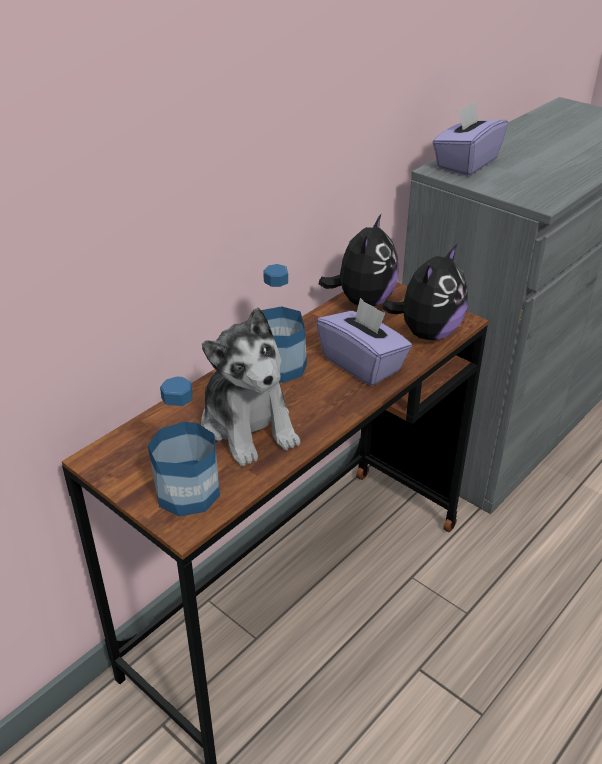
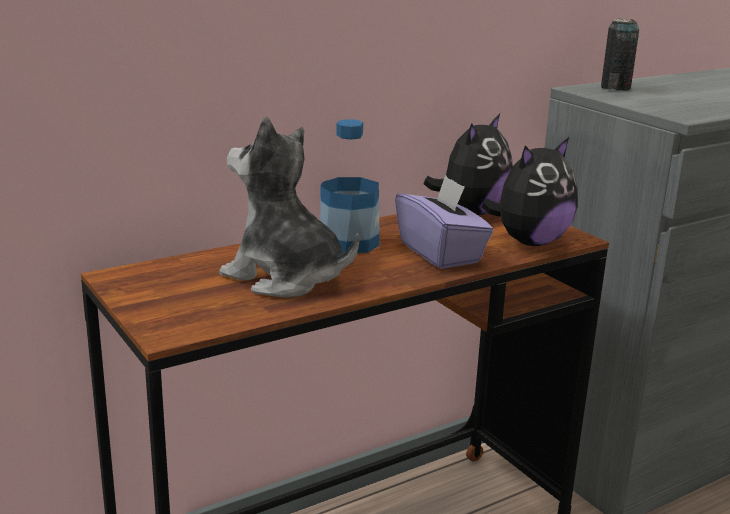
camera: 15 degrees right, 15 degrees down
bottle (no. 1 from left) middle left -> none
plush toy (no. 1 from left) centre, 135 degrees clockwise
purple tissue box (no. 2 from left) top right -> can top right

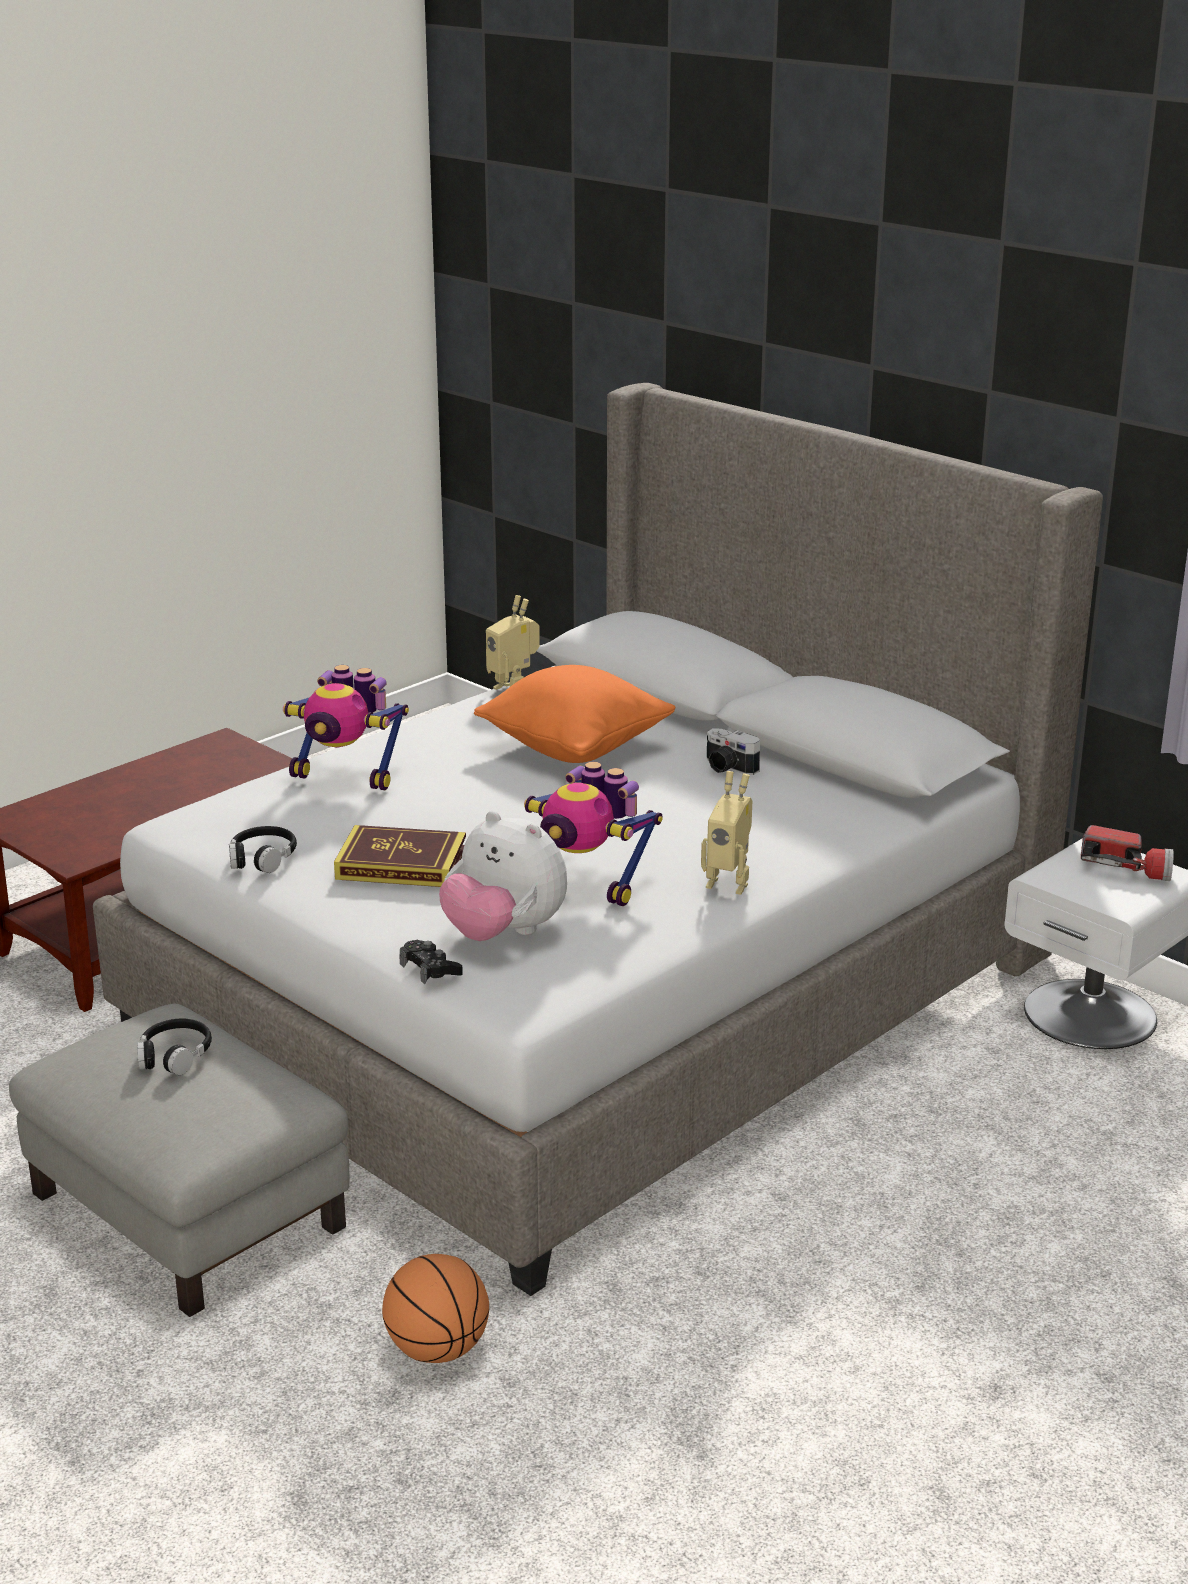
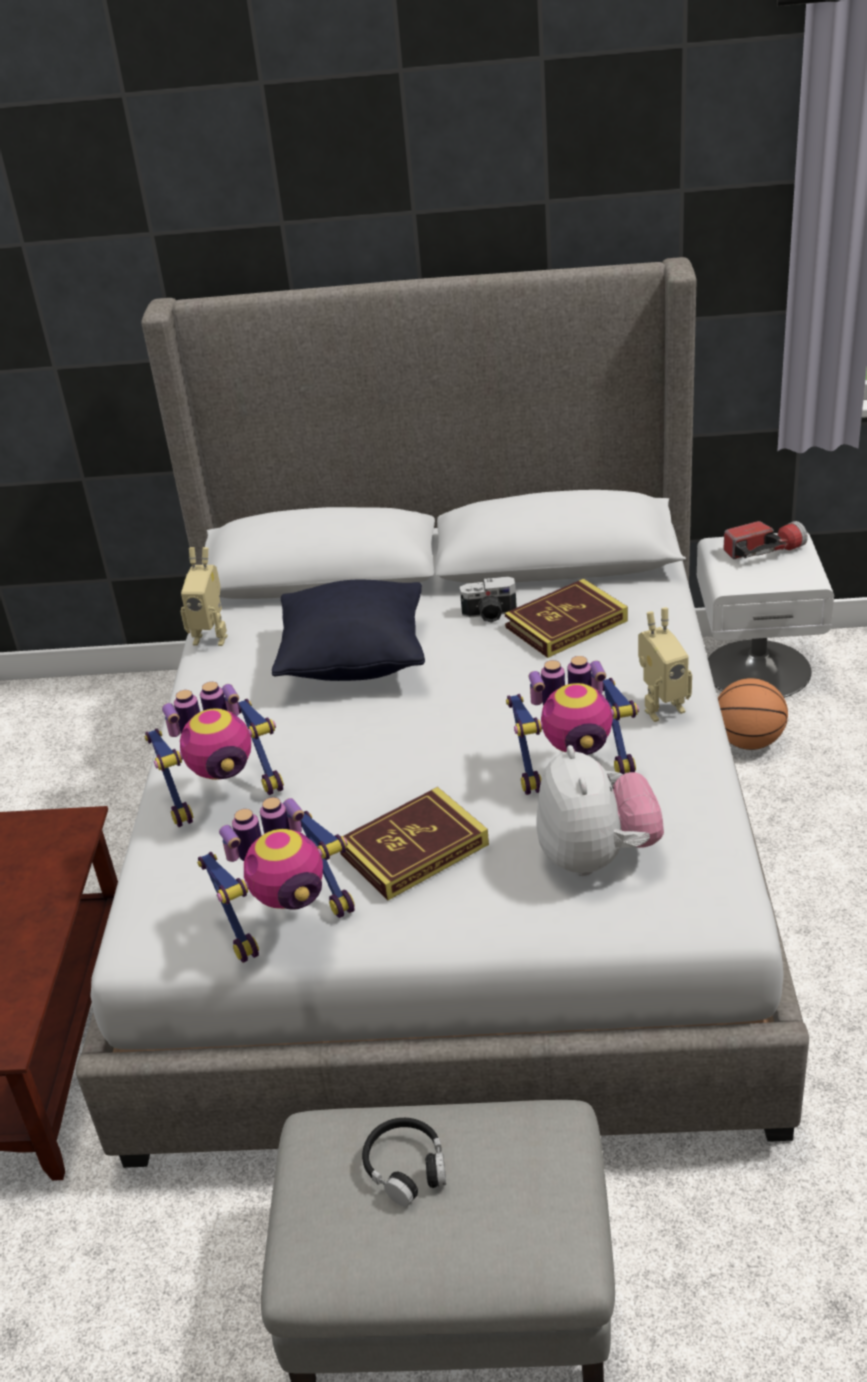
camera: 40 degrees left, 10 degrees up
black headphones (no. 2 from left) middle left -> toy robot (no. 3 from left) middle left
basketball bottom centre -> basketball middle right, shifted
black game controller centre -> none
plush toy centre -> plush toy middle right, 90 degrees counterclockwise
orange pillow centre -> black pillow centre
none -> book (no. 2 from left) centre

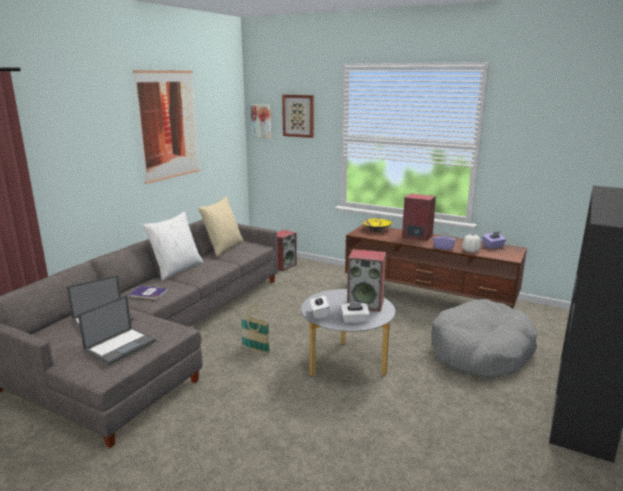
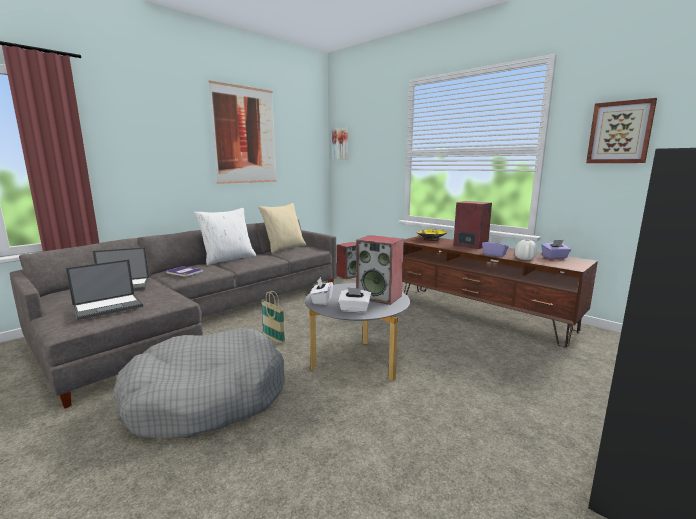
camera: 15 degrees right, 5 degrees down
picture (no. 3 from left) top centre -> picture (no. 3 from left) top right, shifted
grey dog bed bottom right -> grey dog bed bottom left, shifted

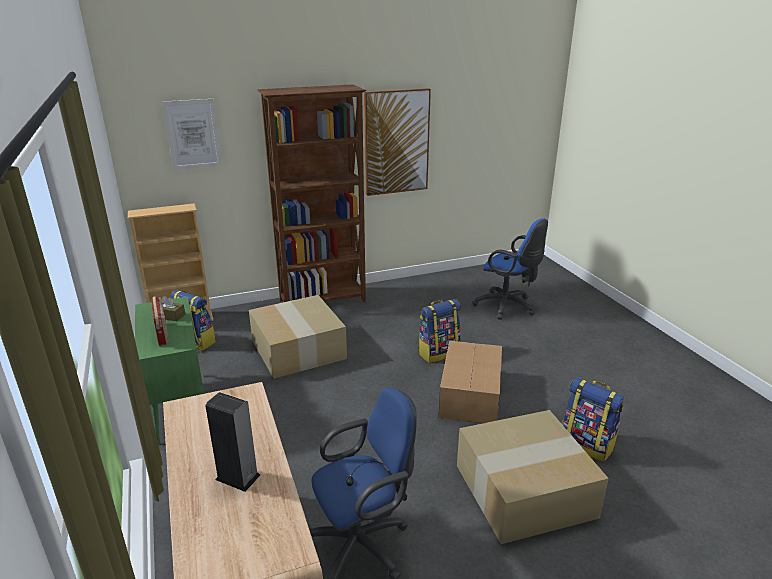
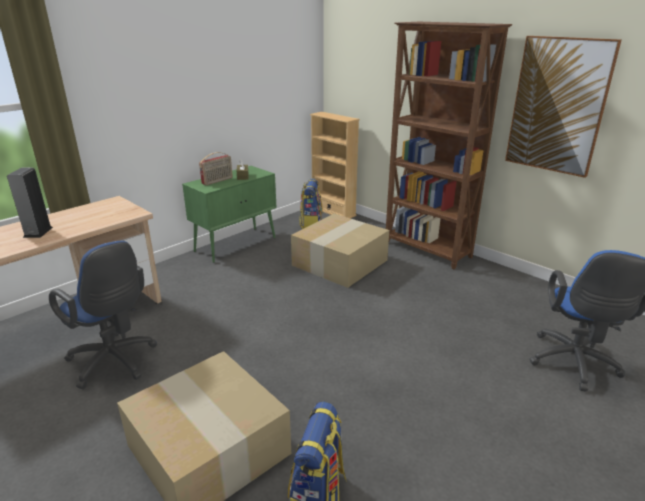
camera: 65 degrees right, 0 degrees up
picture (no. 1 from left) top left -> none
backpack (no. 2 from left) centre -> none
cardboard box (no. 2 from left) centre -> none

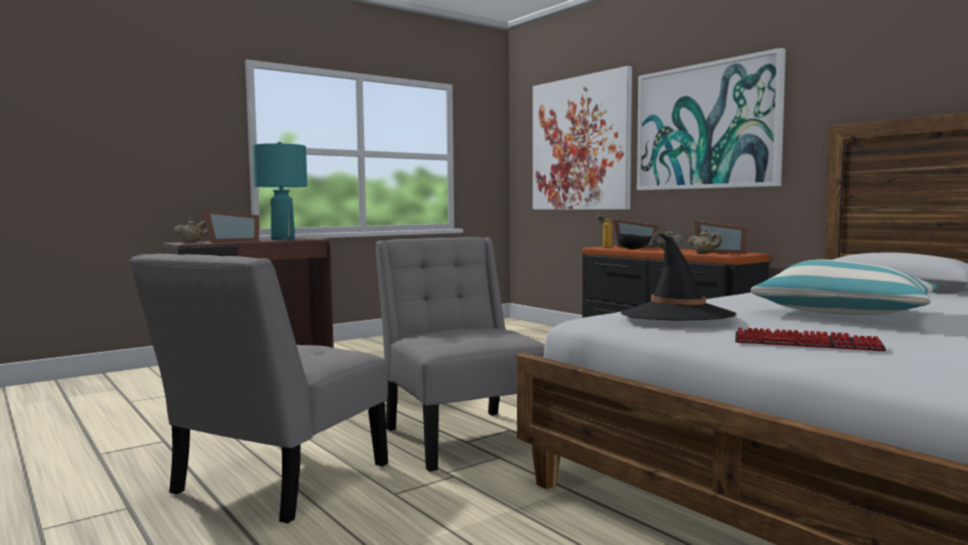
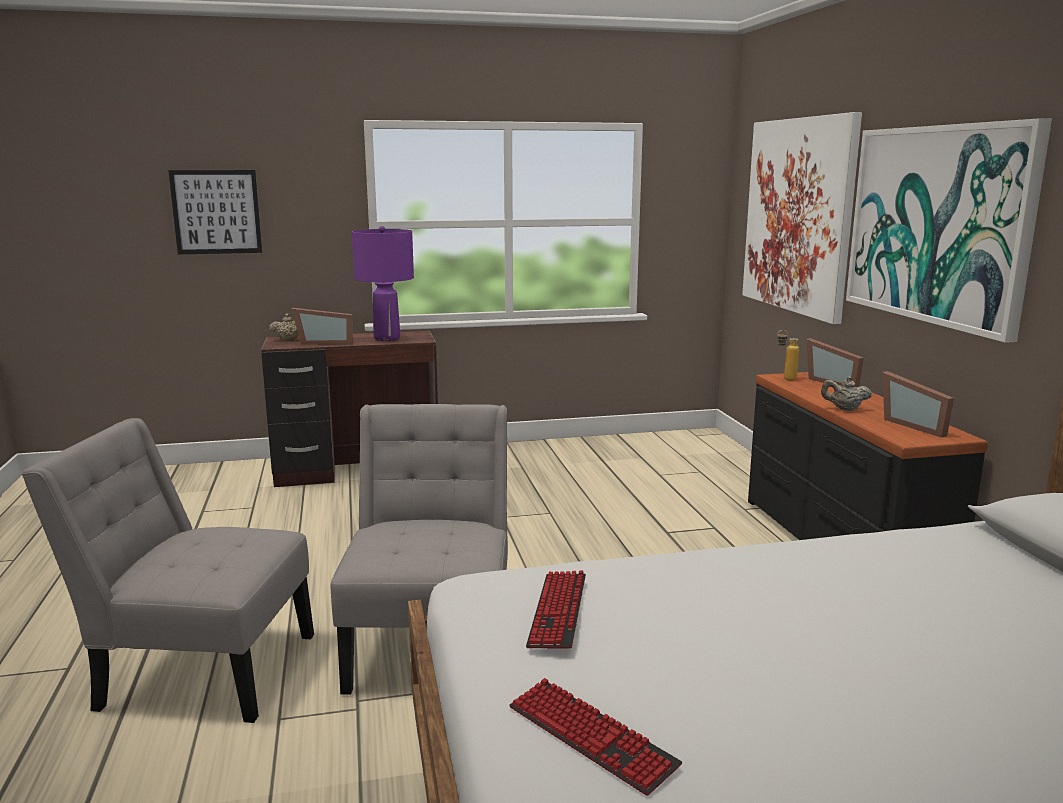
camera: 25 degrees right, 10 degrees up
grey chair (no. 1 from left) bottom left, 45 degrees clockwise
turquoise table lamp middle left -> purple table lamp centre
black bowl centre -> none
black hat middle right -> keyboard (no. 1 from left) bottom centre
beige teapot (no. 3 from left) middle right -> none
pillow middle right -> none
none -> picture (no. 1 from left) top left

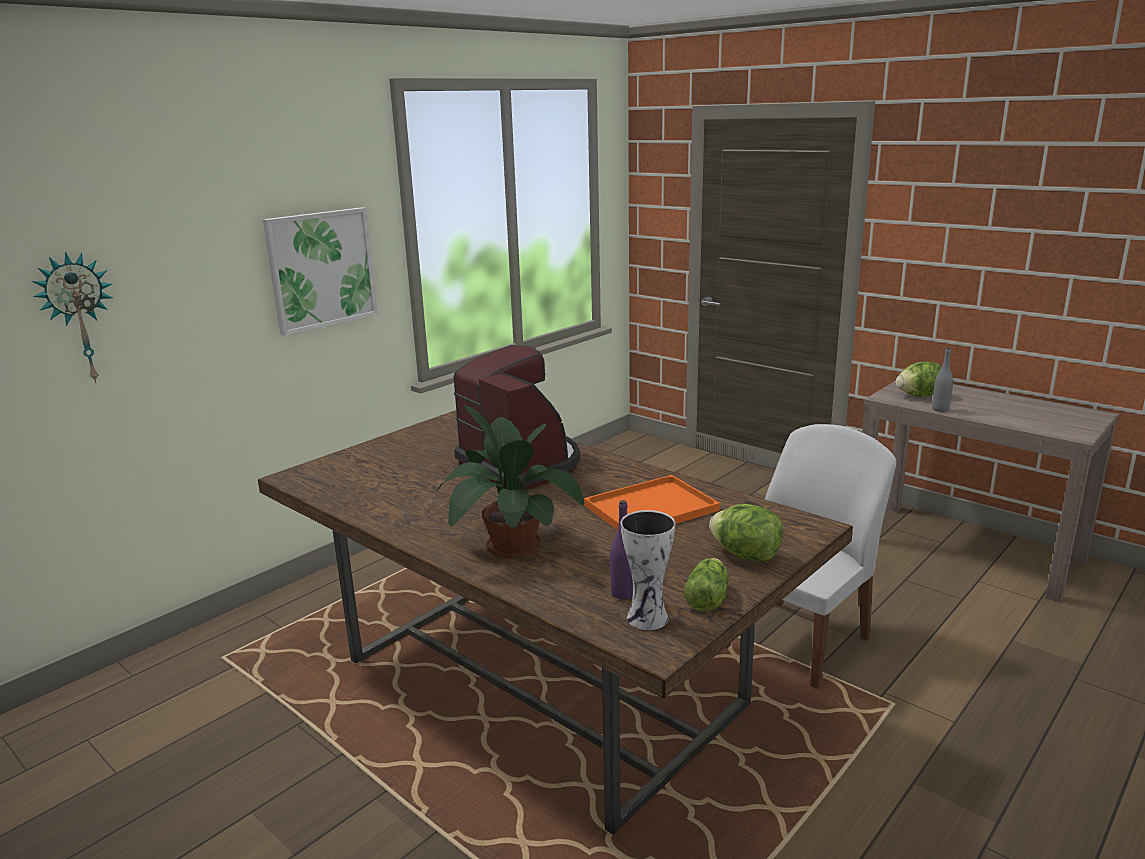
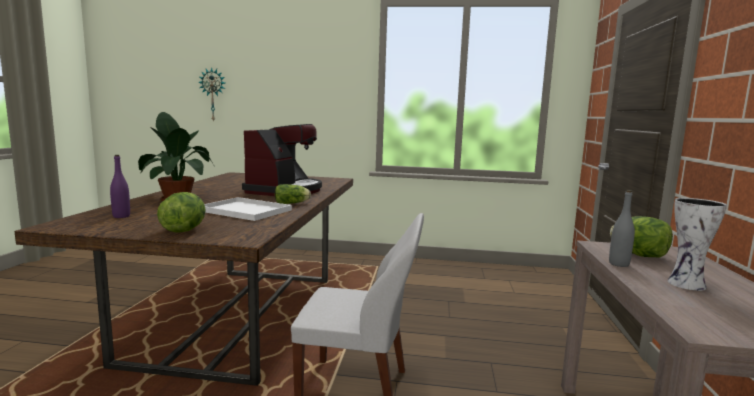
camera: 55 degrees right, 10 degrees down
picture top left -> none
orange tray centre -> white tray middle left
vase centre -> vase middle right, shifted
lettuce (no. 1 from left in the first image) bottom centre -> lettuce (no. 2 from left) centre, shifted

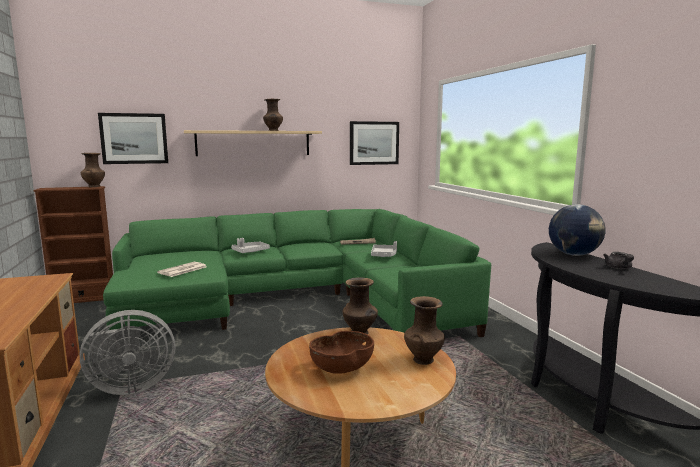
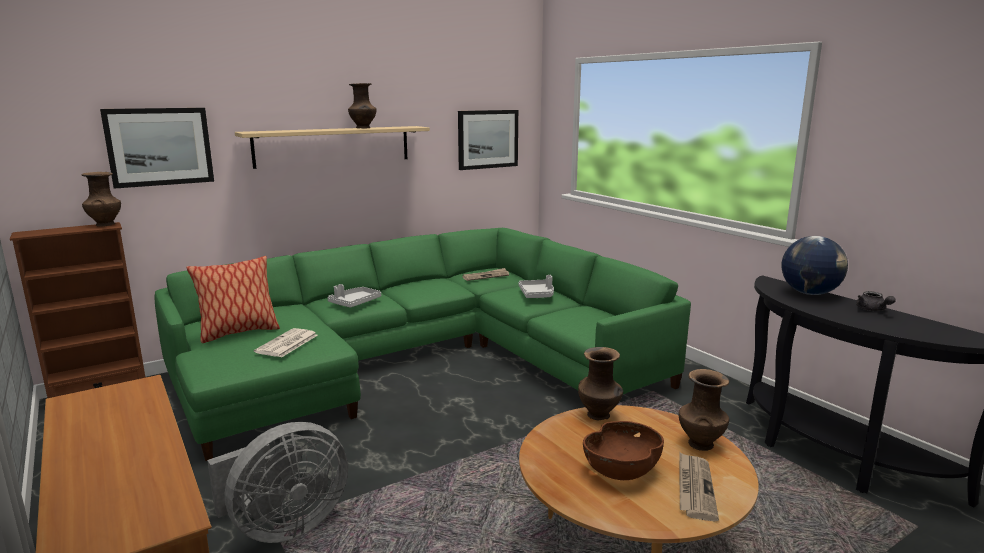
camera: 15 degrees left, 5 degrees up
none -> pillow middle left
none -> newspaper (no. 3 from left) bottom right

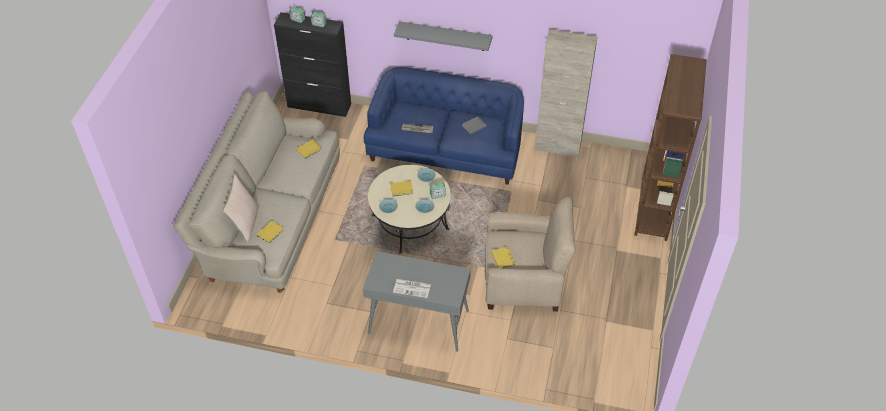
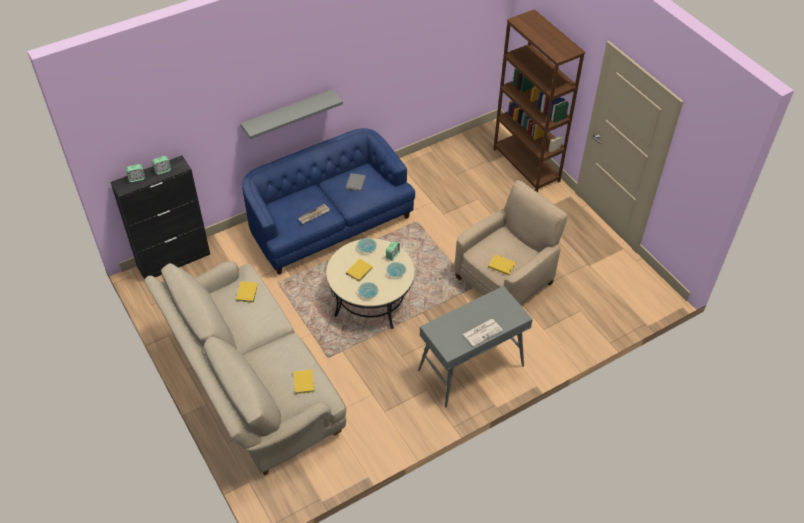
camera: 45 degrees left, 0 degrees up
beige pillow middle left -> none
beige cabinet top centre -> none

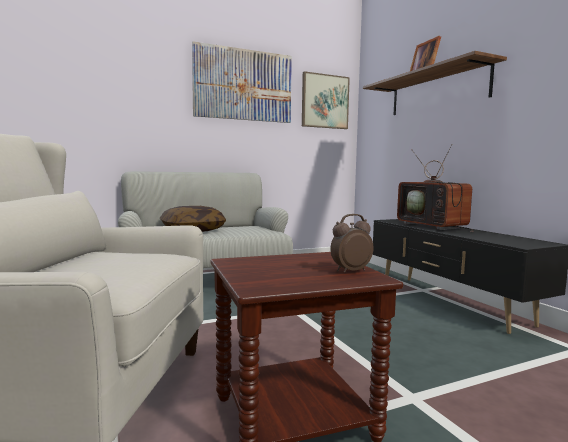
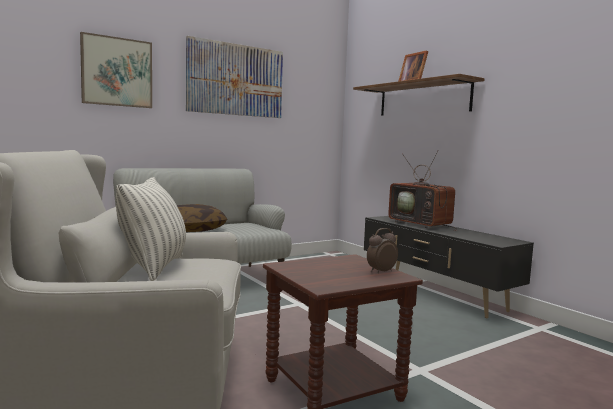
camera: 10 degrees left, 0 degrees up
picture (no. 2 from left in the first image) top centre -> picture (no. 1 from left) top left, shifted
none -> pillow (no. 1 from left) middle left

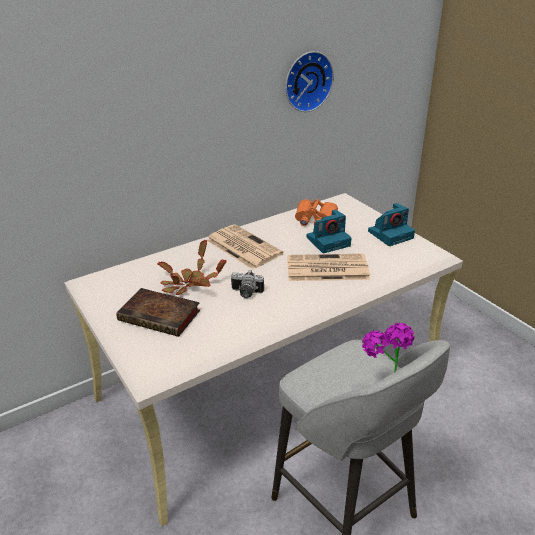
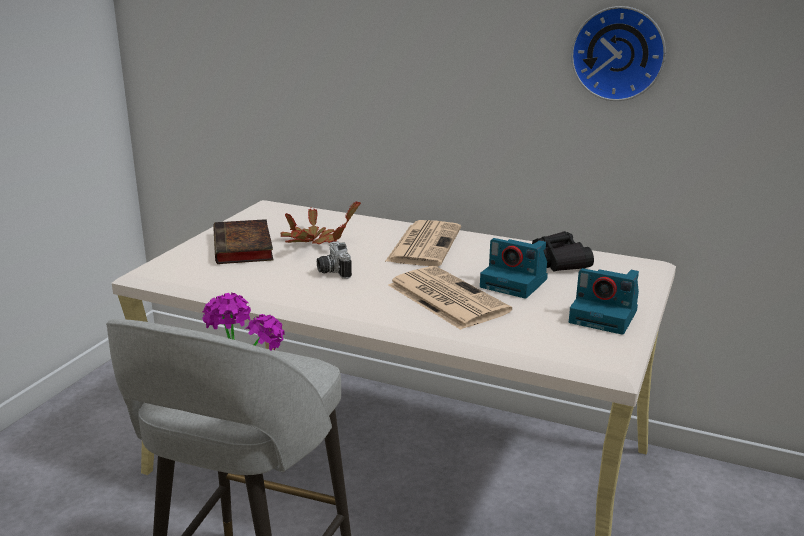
camera: 55 degrees right, 10 degrees down
orange binoculars centre -> black binoculars middle right

